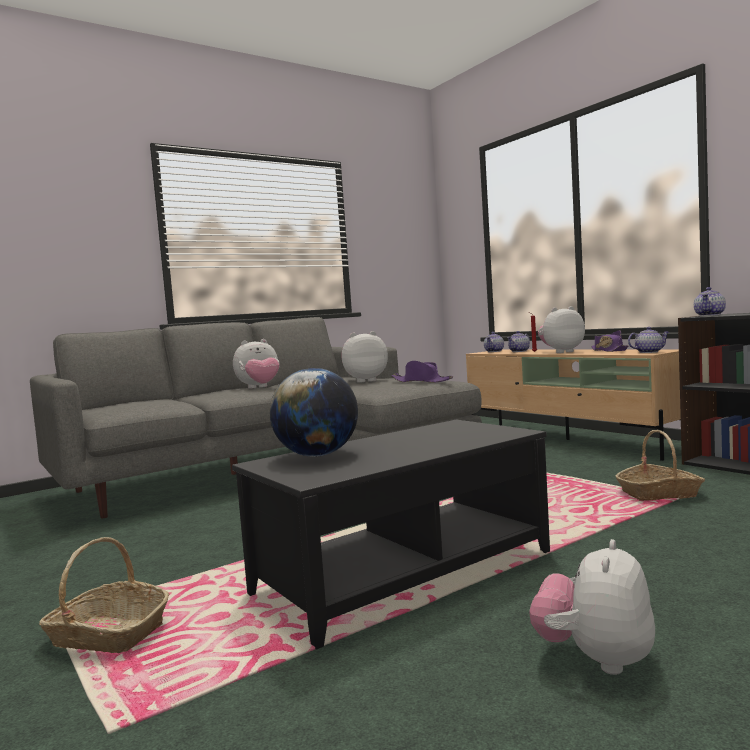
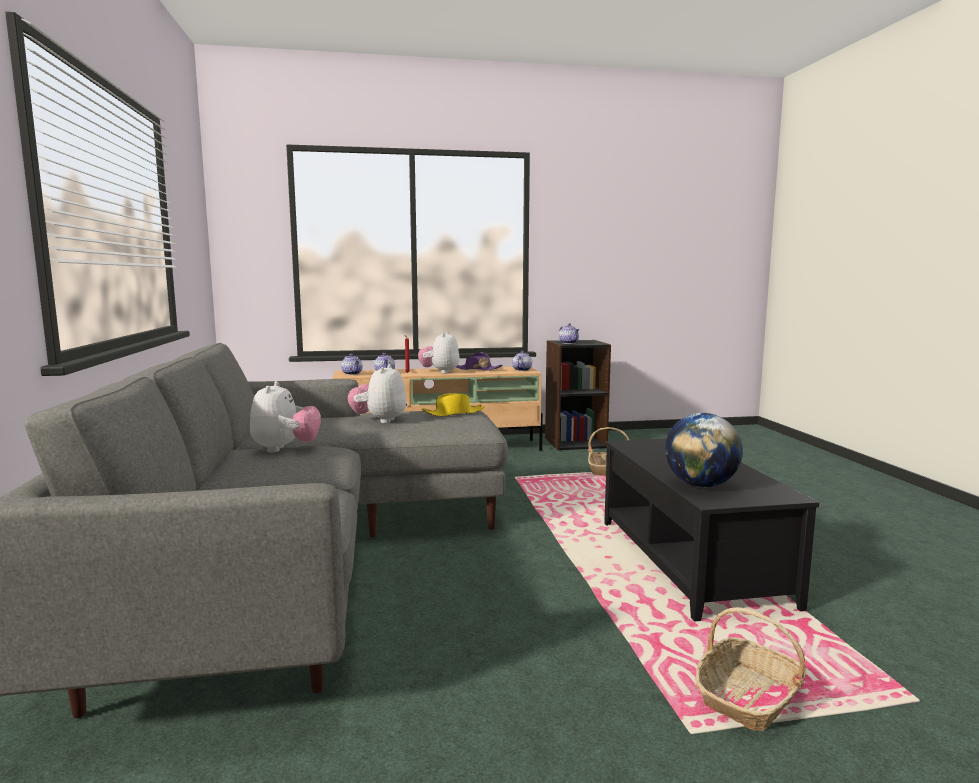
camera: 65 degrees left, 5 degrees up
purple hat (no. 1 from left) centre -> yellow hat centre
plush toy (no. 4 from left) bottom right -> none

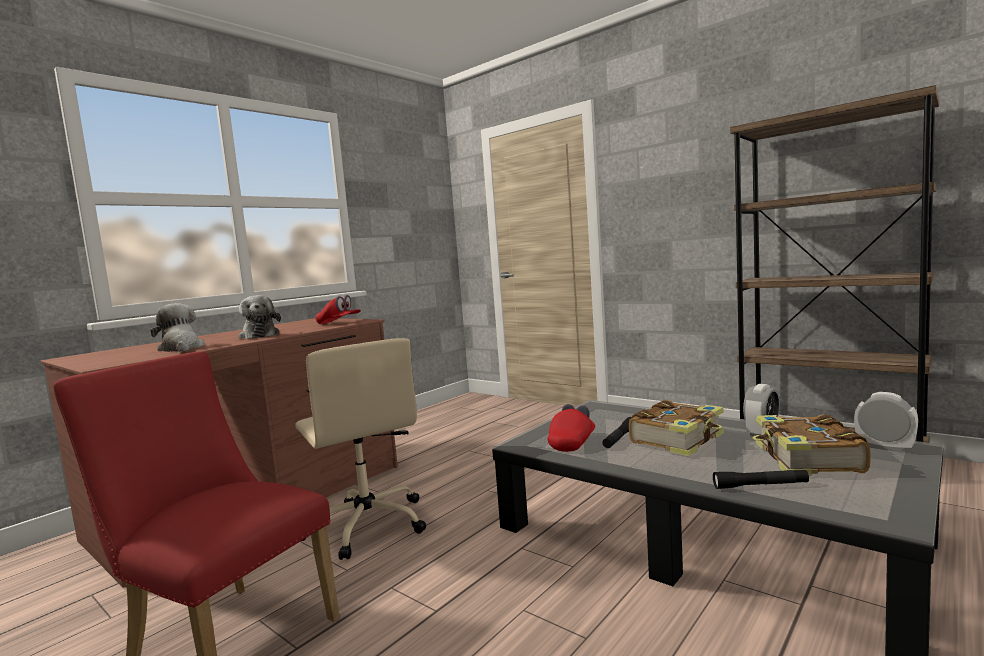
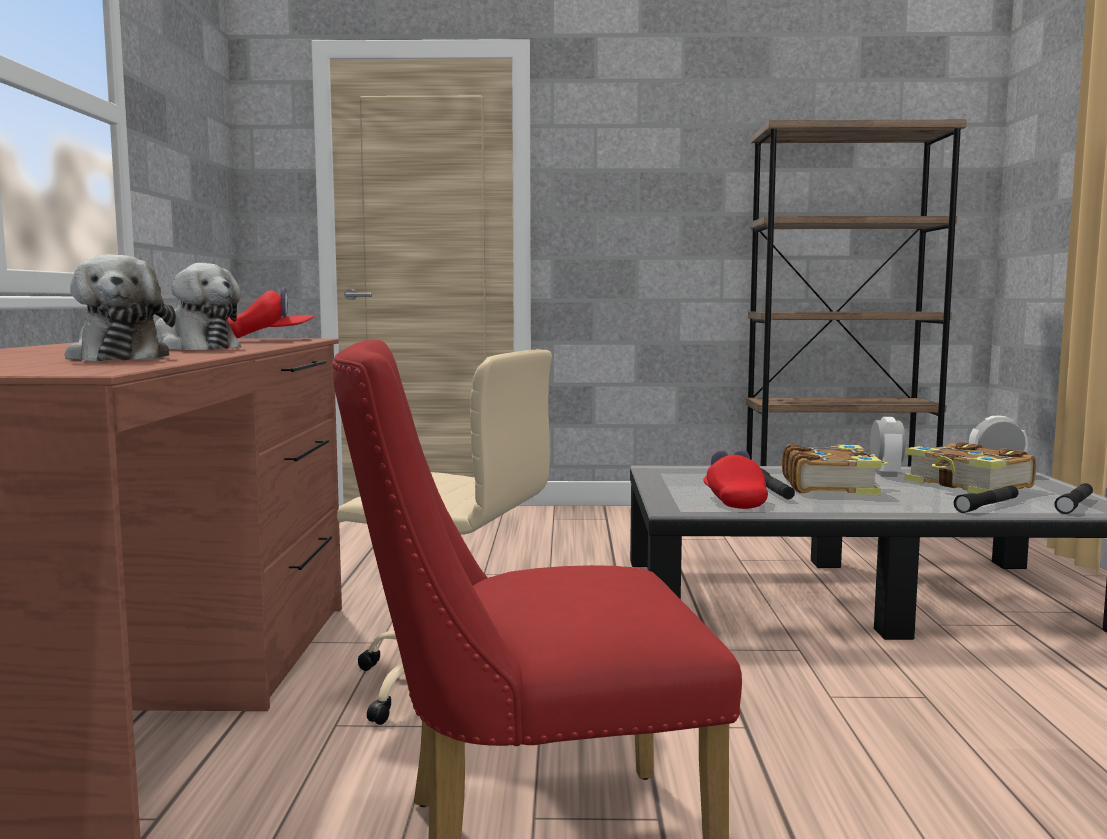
camera: 40 degrees left, 0 degrees up
plush toy (no. 1 from left) middle left, 135 degrees counterclockwise
none -> black flashlight (no. 3 from left) middle right

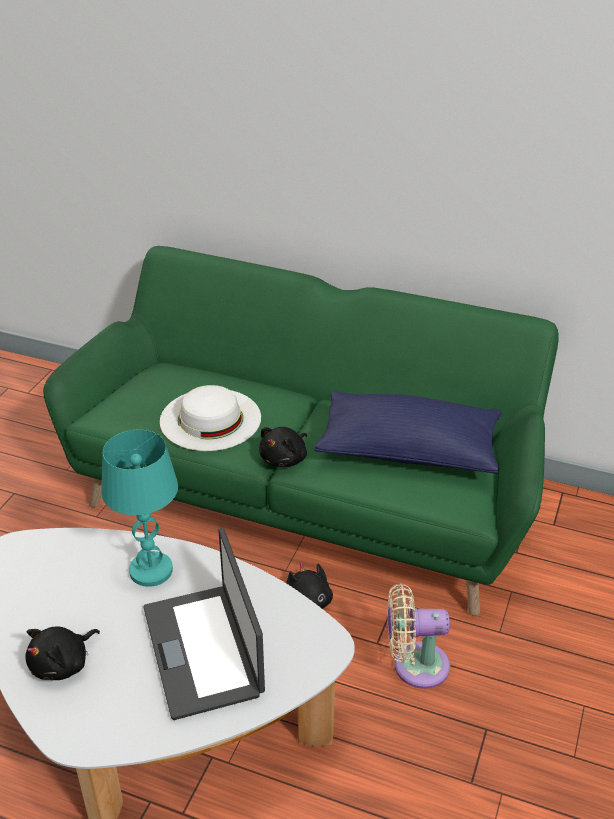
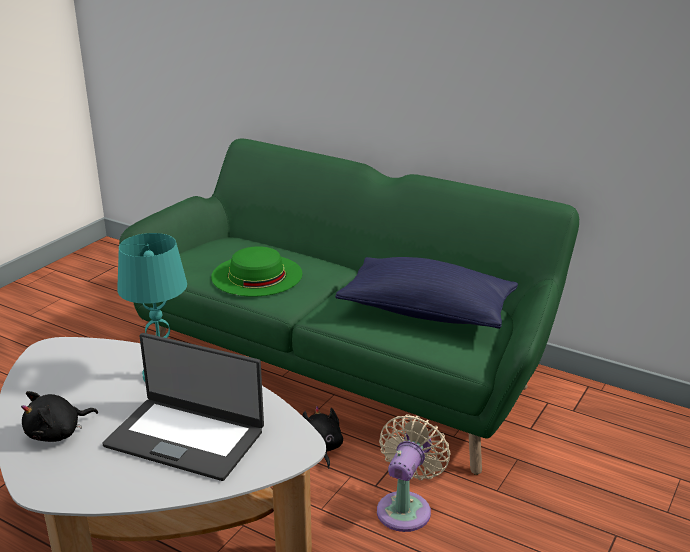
camera: 10 degrees right, 10 degrees down
laptop bottom left, 60 degrees counterclockwise
white hat centre -> green hat centre
black plush toy (no. 2 from left) centre -> none
beige fan bottom right -> beige fan bottom centre, 105 degrees clockwise

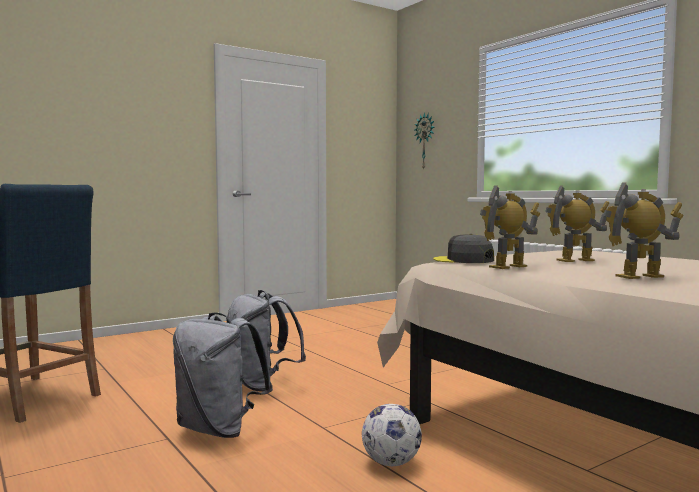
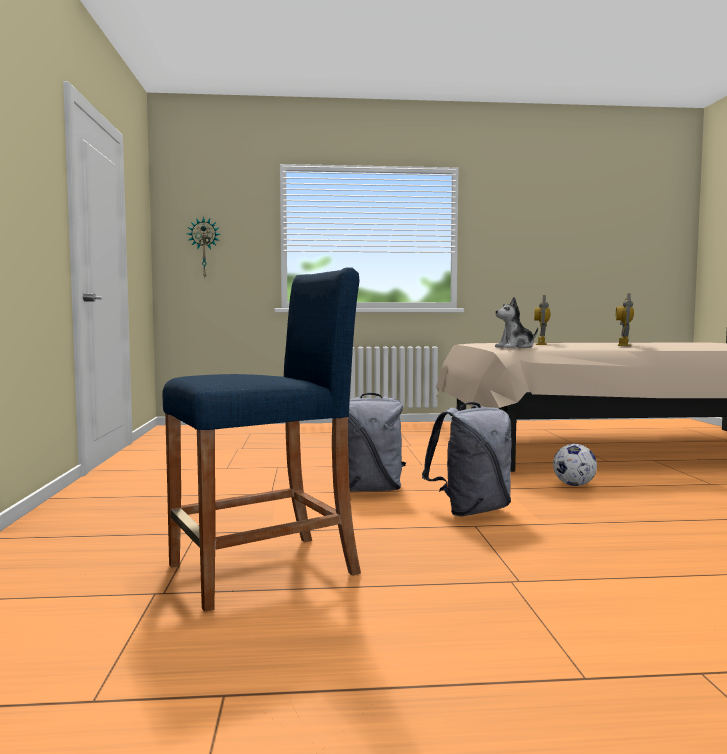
camera: 60 degrees left, 0 degrees up
grey cap centre -> plush toy middle right
toy robot (no. 1 from left) middle right -> none

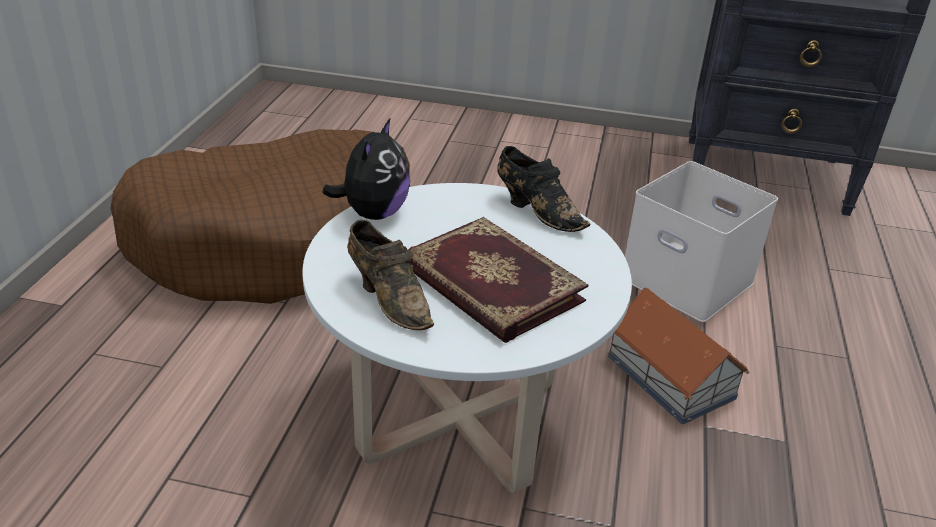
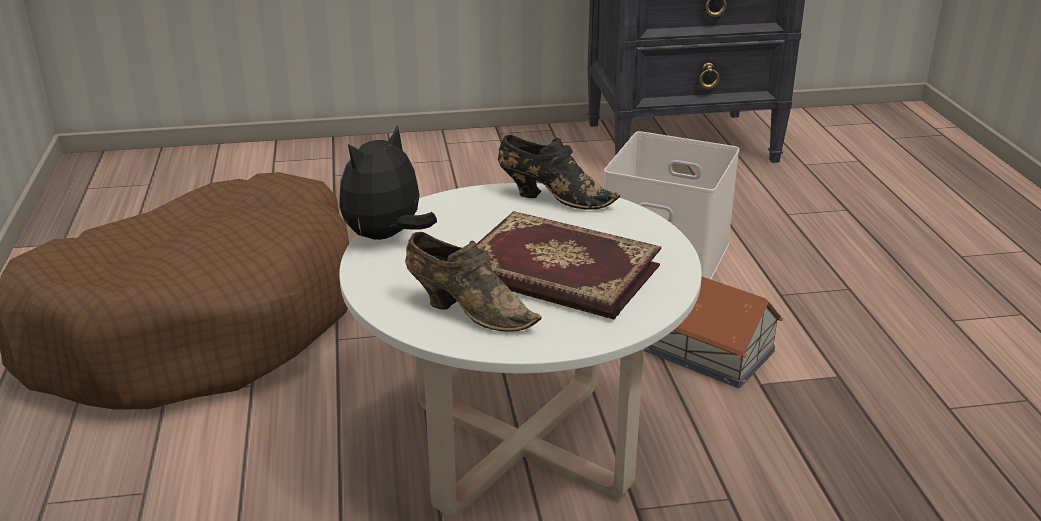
camera: 20 degrees left, 5 degrees down
plush toy top centre -> plush toy centre, 135 degrees counterclockwise

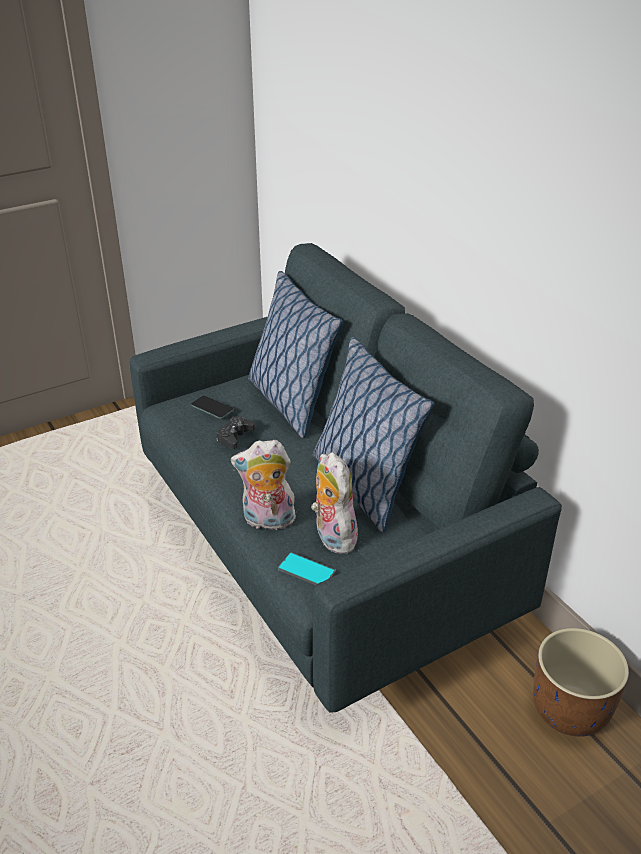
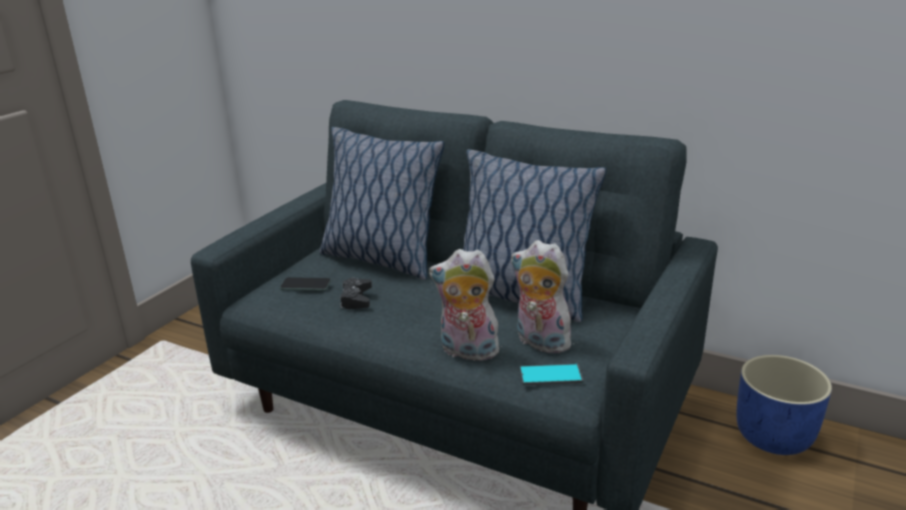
camera: 30 degrees left, 10 degrees down
plush toy (no. 1 from left) centre, 45 degrees clockwise
brown planter bottom right -> blue planter bottom right

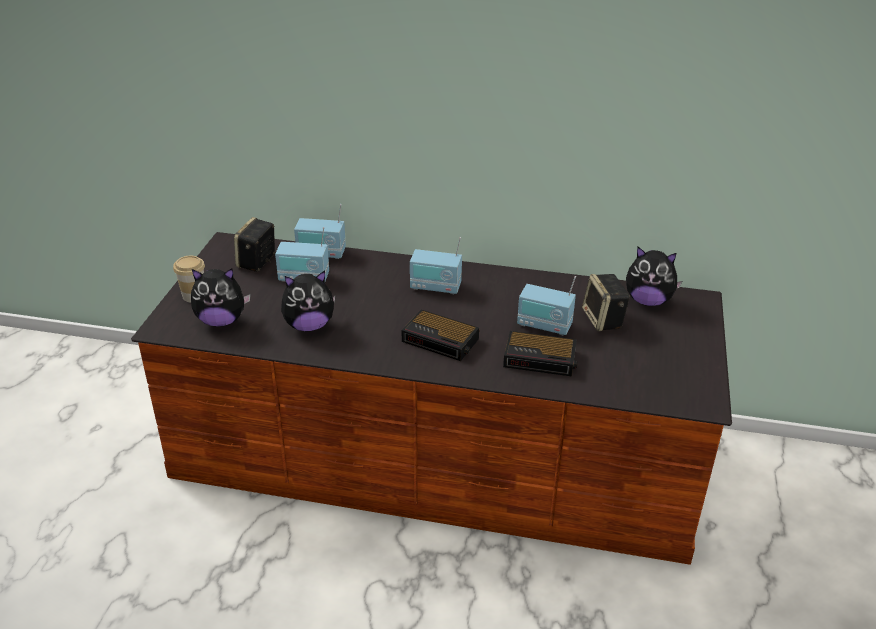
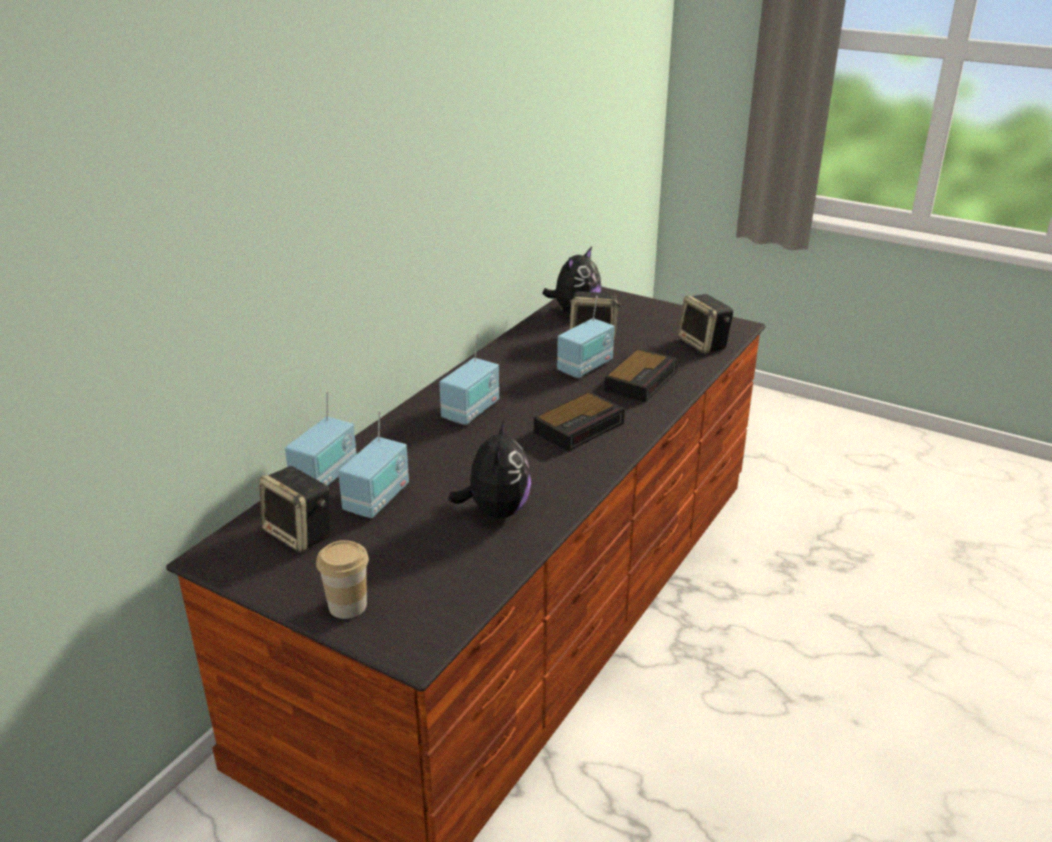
camera: 70 degrees left, 5 degrees down
plush toy (no. 1 from left) middle left -> none
none -> speaker (no. 3 from left) middle right

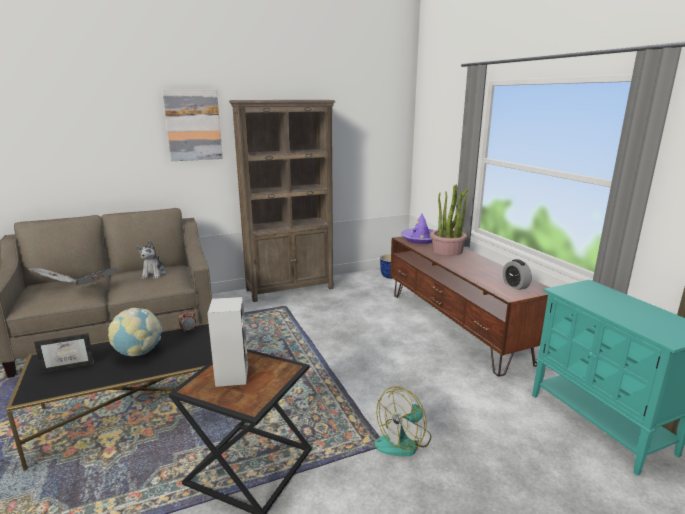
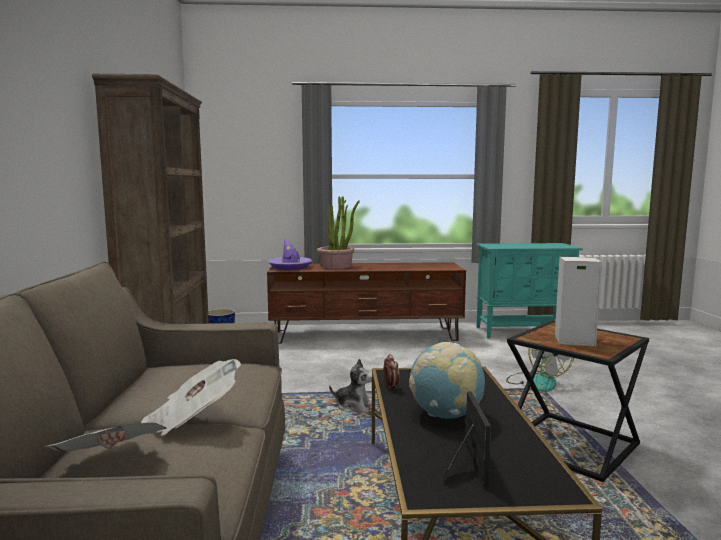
camera: 70 degrees left, 10 degrees down
plush toy middle left -> plush toy bottom centre, shifted
picture top left -> none
alarm clock (no. 2 from left) middle right -> none

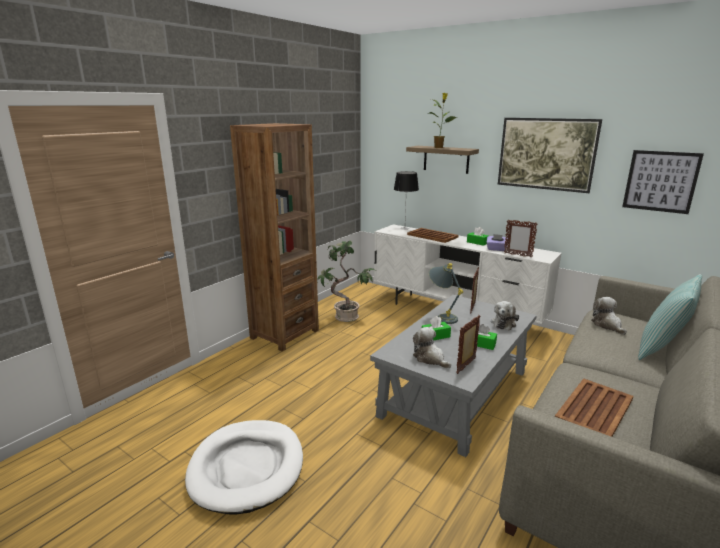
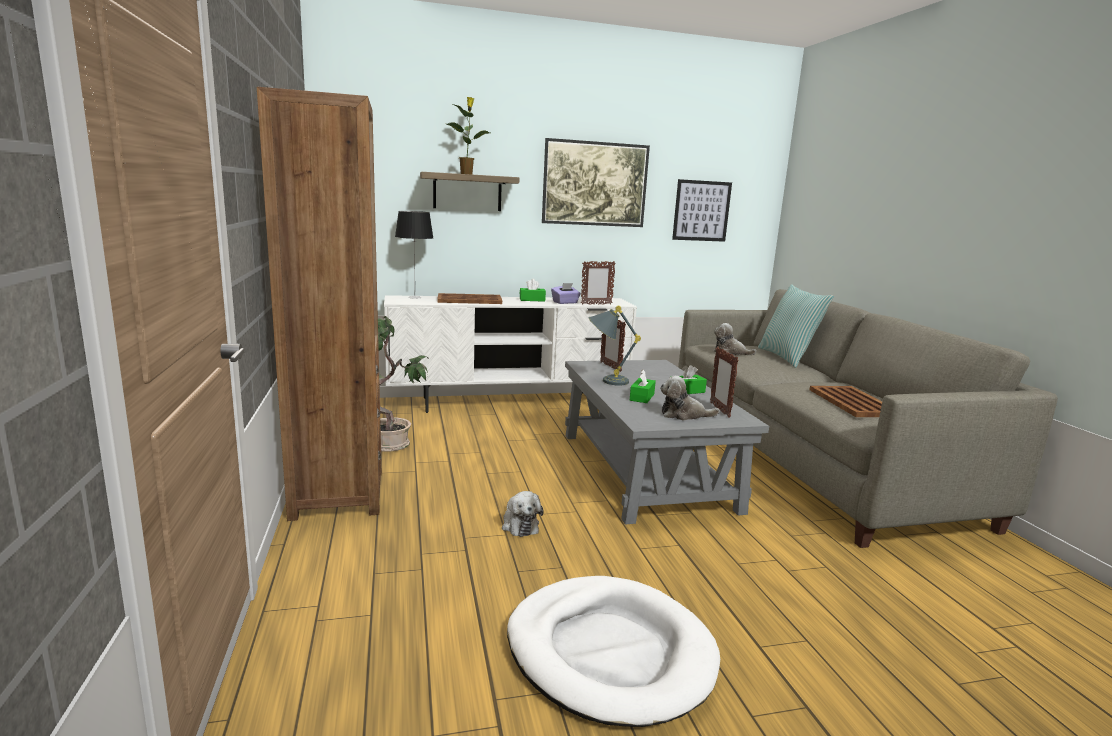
camera: 50 degrees left, 5 degrees down
plush toy (no. 2 from left in the first image) middle right -> plush toy (no. 1 from left) bottom centre, shifted

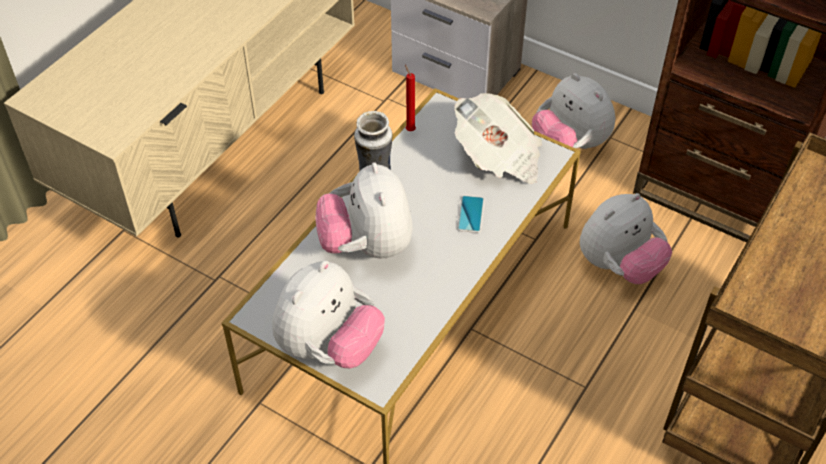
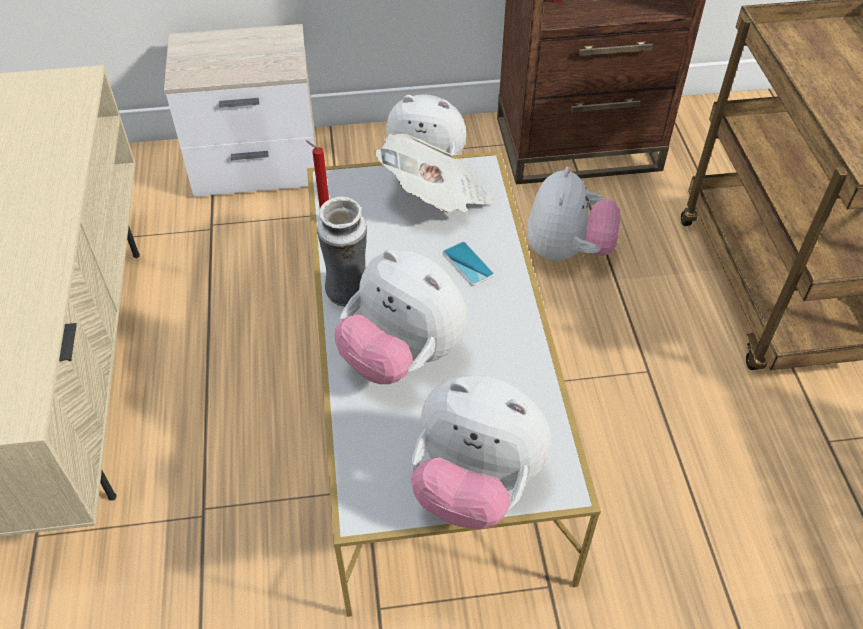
camera: 40 degrees left, 0 degrees up
plush toy (no. 1 from left in the first image) bottom centre -> plush toy (no. 3 from left) bottom centre, 120 degrees clockwise

